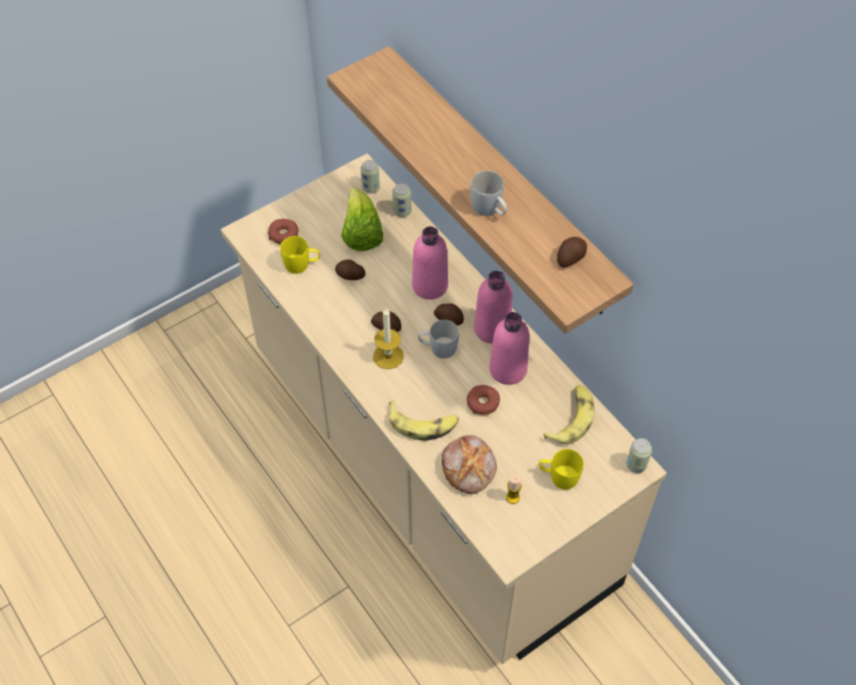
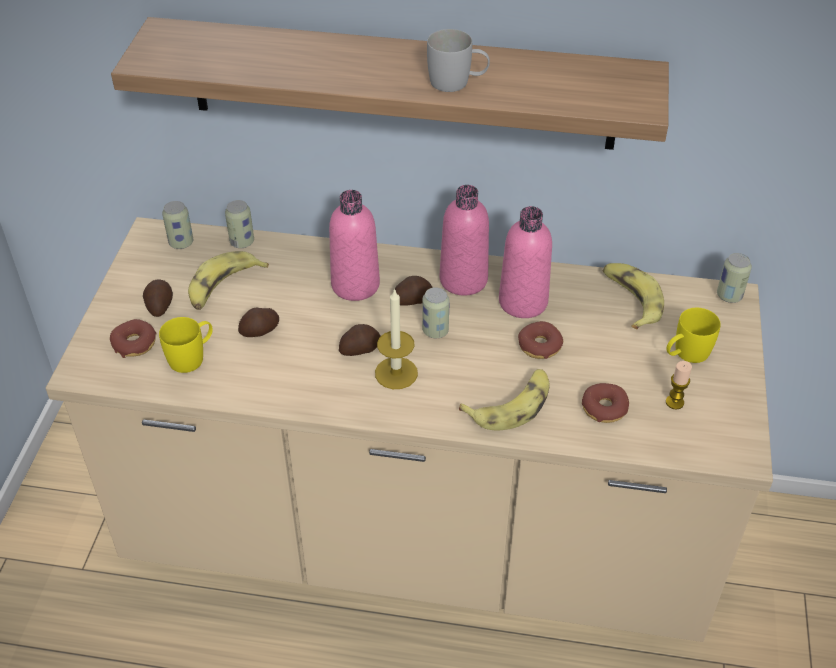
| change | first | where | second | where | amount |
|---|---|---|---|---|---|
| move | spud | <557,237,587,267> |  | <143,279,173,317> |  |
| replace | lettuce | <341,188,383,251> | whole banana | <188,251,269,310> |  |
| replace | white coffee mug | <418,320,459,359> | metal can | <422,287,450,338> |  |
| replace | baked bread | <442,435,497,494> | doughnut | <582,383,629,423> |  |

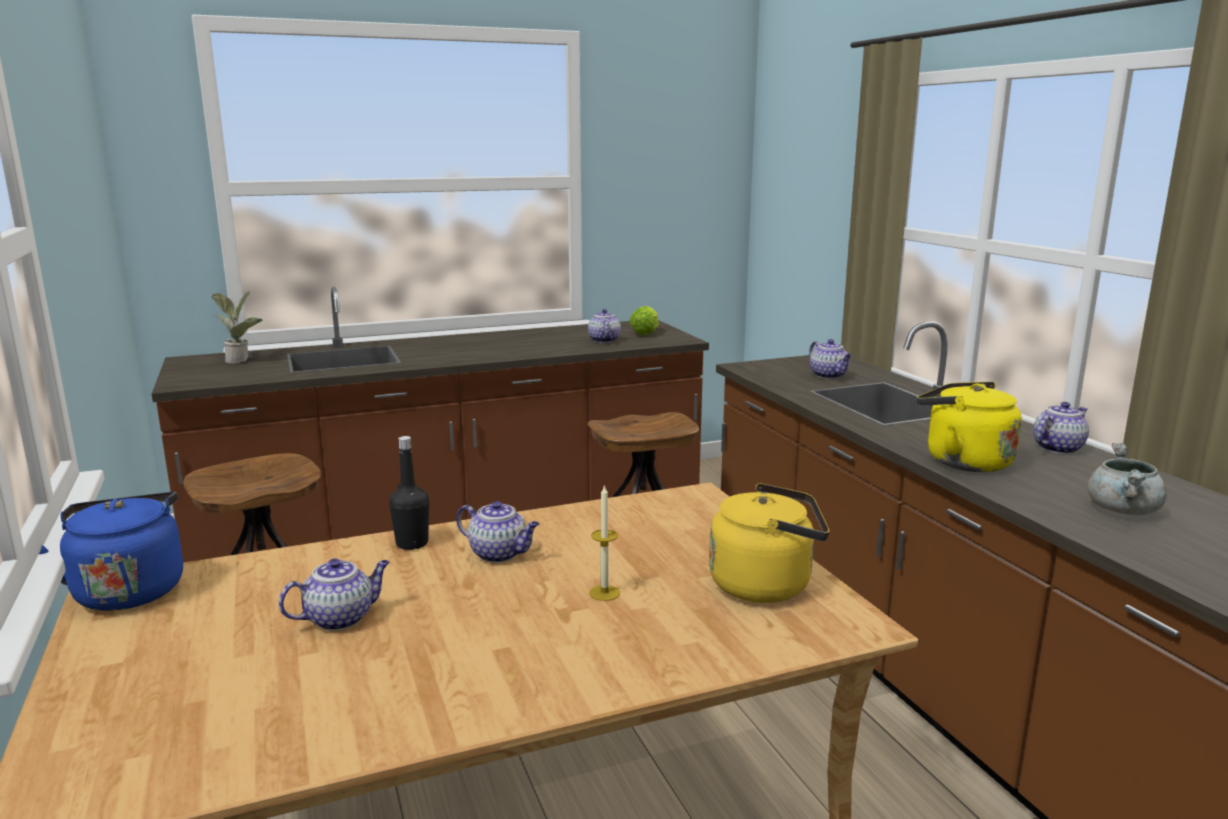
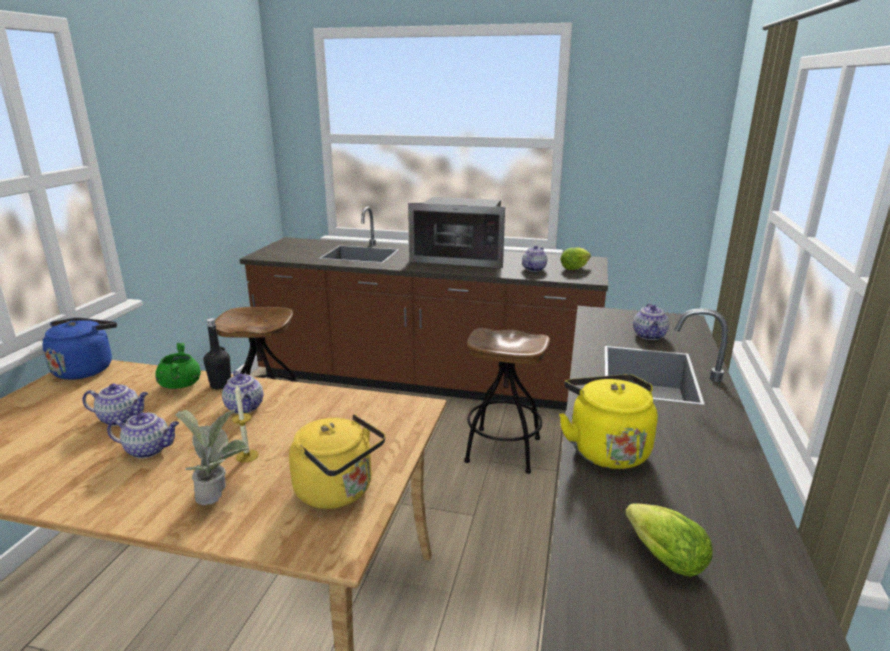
| change | first | where | second | where | amount |
|---|---|---|---|---|---|
| insert |  |  | greenish cooking pot | <155,343,201,389> |  |
| insert |  |  | microwave | <408,197,505,268> |  |
| move | potted plant | <210,291,262,364> |  | <175,409,249,506> |  |
| move | tea pot | <1033,402,1089,454> |  | <107,412,179,458> |  |
| replace | gray cooking pot | <1087,443,1167,515> | lettuce | <625,504,713,577> |  |

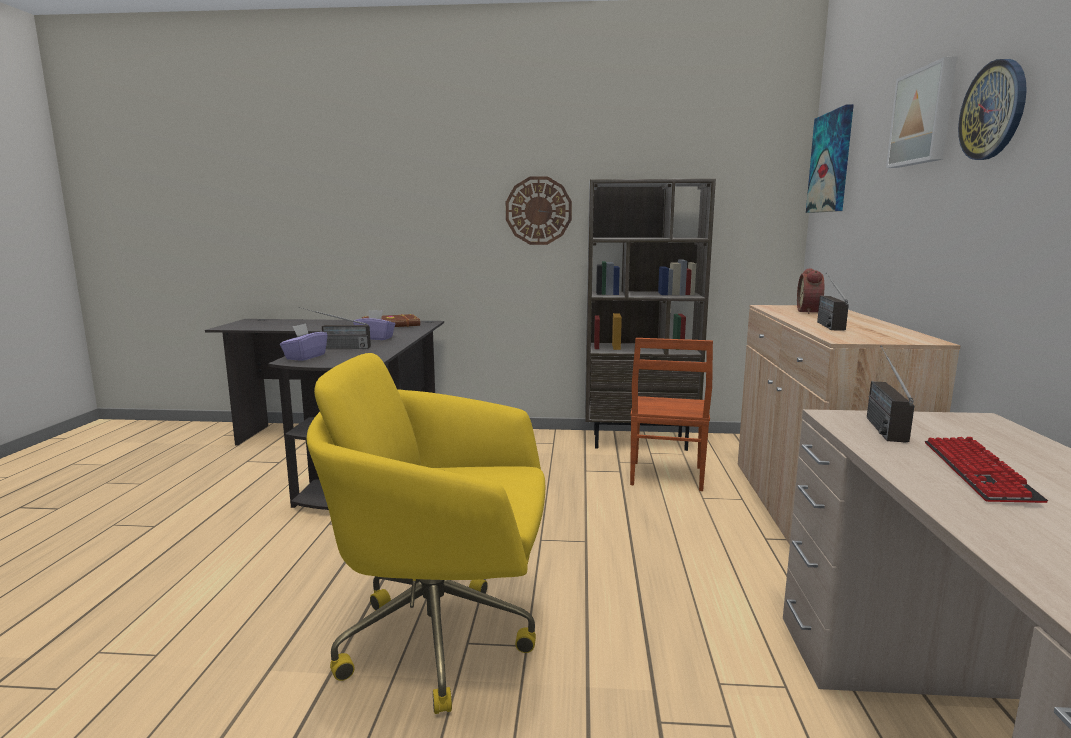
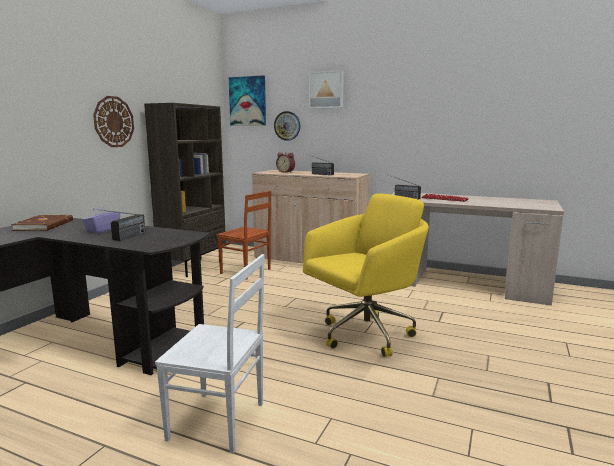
| change | first | where | second | where | amount |
|---|---|---|---|---|---|
| delete | purple tissue box | <280,323,327,361> |  |  |  |
| insert |  |  | white chair | <155,254,265,454> |  |
| move | wall clock | <958,59,1027,160> |  | <274,111,300,141> |  |
| rotate | yellowish desk chair | <307,353,545,714> |  | <303,193,429,357> | 150 degrees counterclockwise |

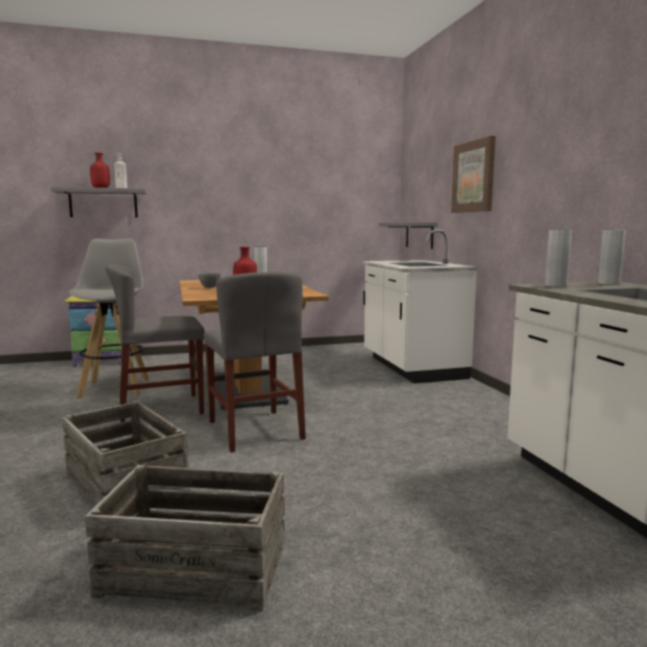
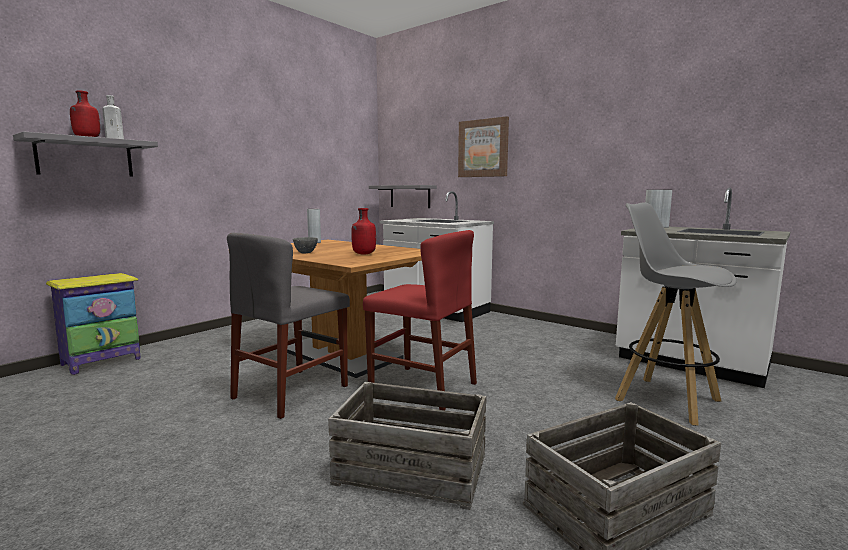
| change | first | where | second | where | amount |
|---|---|---|---|---|---|
| move | gray stool seat | <68,238,149,398> |  | <615,202,736,426> |  |
| recolor | gray chair | <204,272,306,452> | reddish chair | <363,230,477,410> |  |

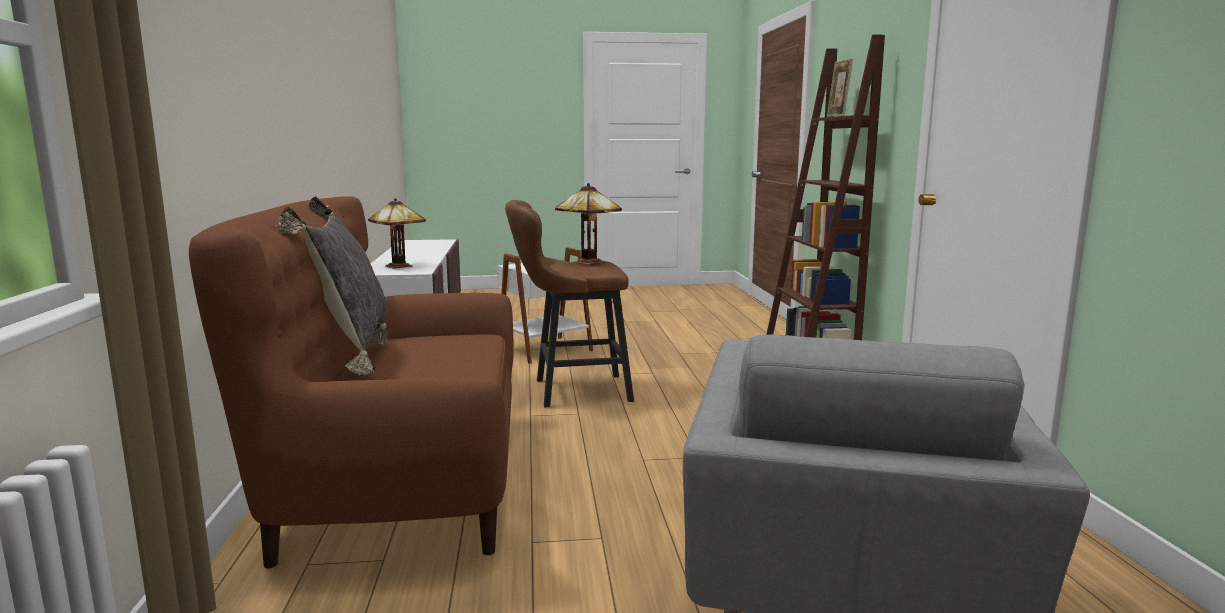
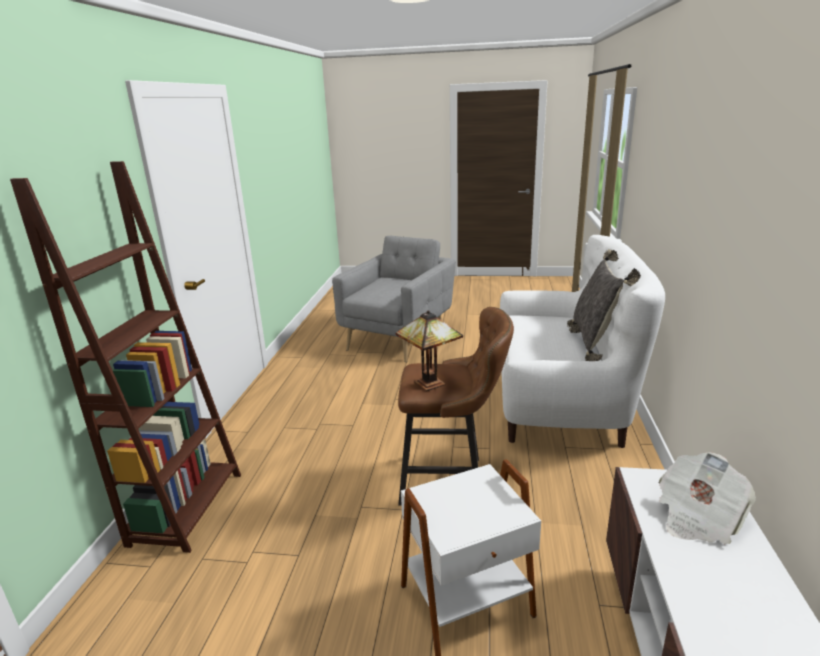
| change | first | where | second | where | amount |
|---|---|---|---|---|---|
| delete | standing frame | <826,59,853,117> |  |  |  |
| replace | lamp for a table | <368,198,426,269> | newspaper | <659,452,756,544> |  |
| recolor | brownish settee | <189,196,514,569> | white settee | <500,235,665,448> |  |

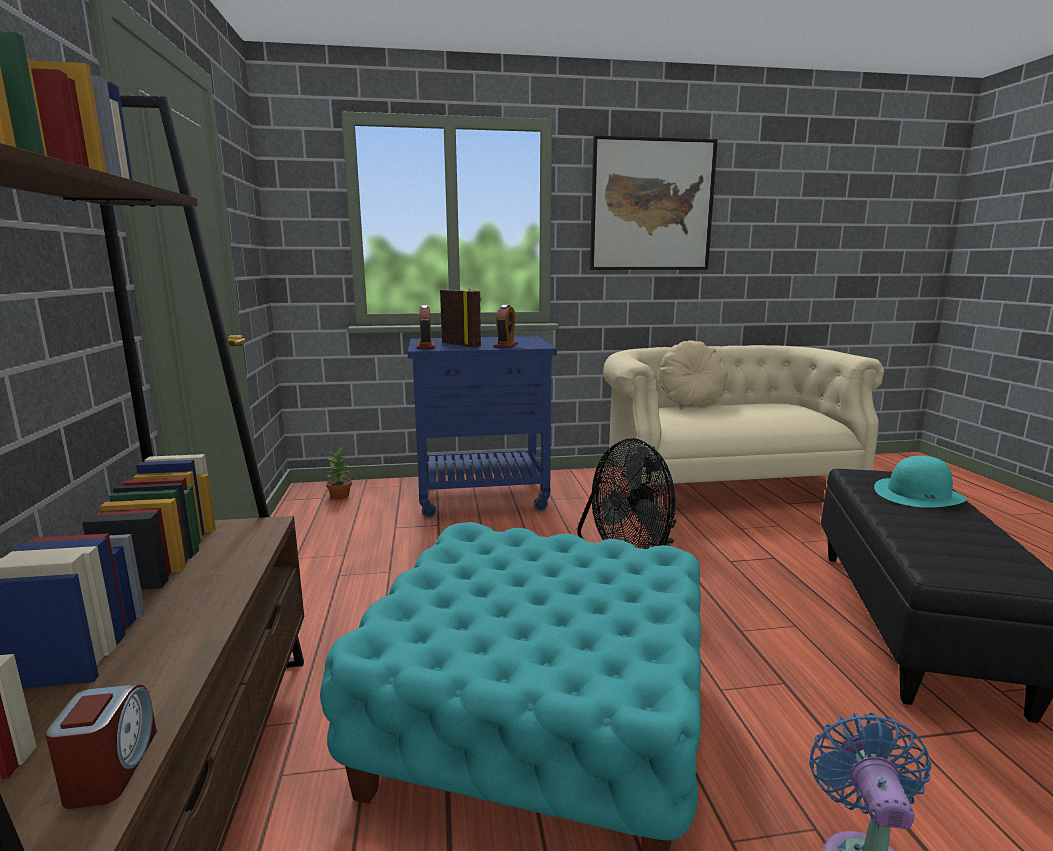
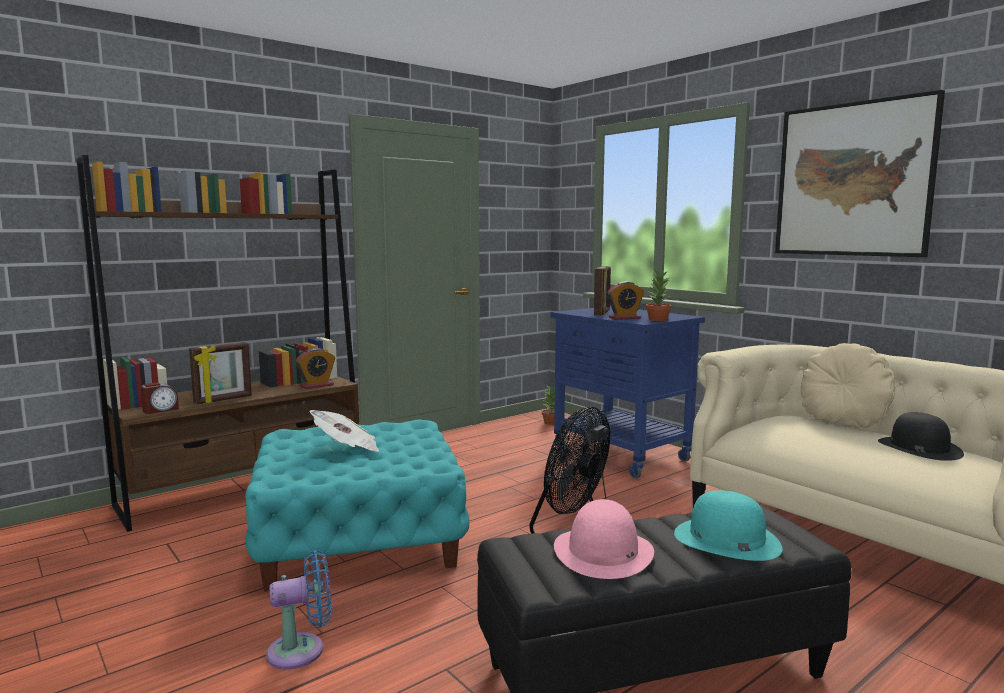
| change | first | where | second | where | amount |
|---|---|---|---|---|---|
| insert |  |  | standing frame | <189,342,252,404> |  |
| insert |  |  | newspaper | <309,410,379,452> |  |
| insert |  |  | pink-coloured clothing hat | <554,499,654,579> |  |
| insert |  |  | potted plant | <646,269,672,321> |  |
| insert |  |  | blackish clothing hat | <878,412,964,461> |  |
| move | table clock | <417,305,435,349> |  | <295,348,335,389> |  |

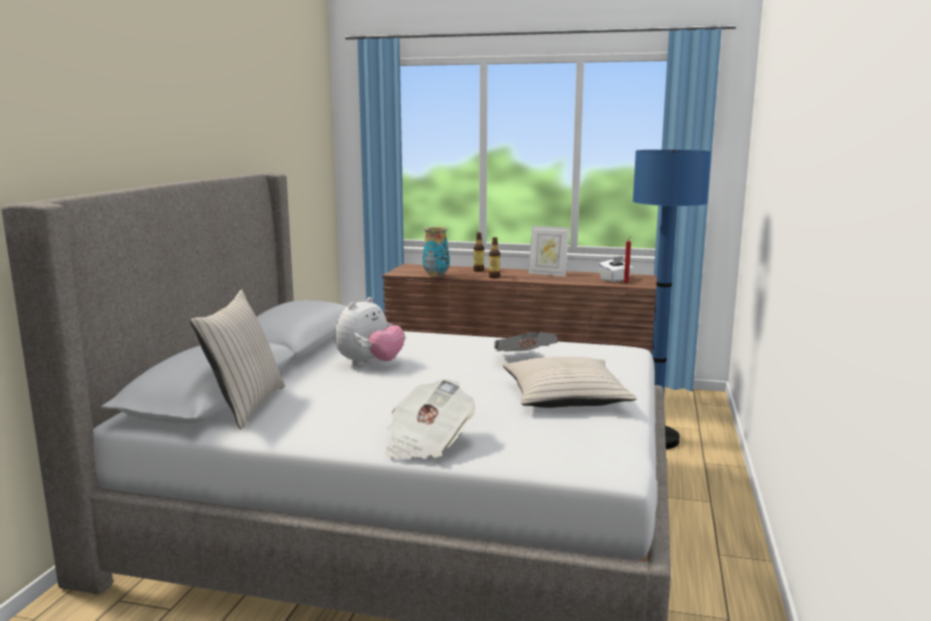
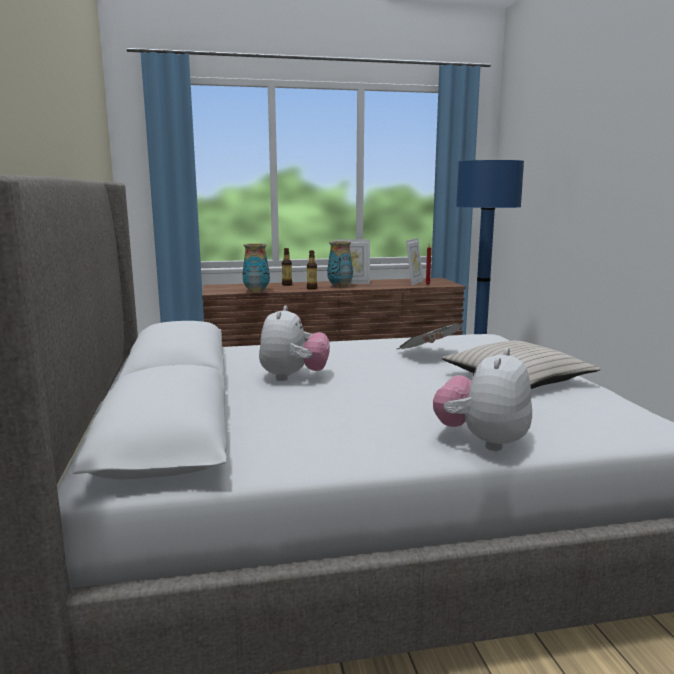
| change | first | where | second | where | amount |
|---|---|---|---|---|---|
| delete | beige cushion | <190,290,285,429> |  |  |  |
| insert |  |  | decorative vase | <327,241,353,288> |  |
| replace | newspaper | <385,379,475,459> | soft toy | <433,348,532,451> |  |
| replace | white tissue box | <599,256,633,282> | standing frame | <406,238,423,285> |  |

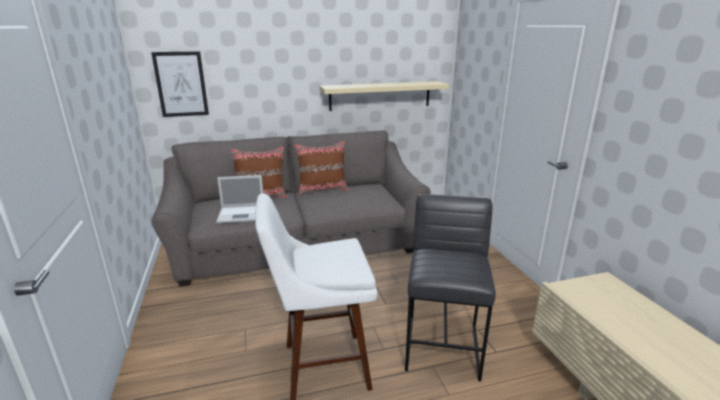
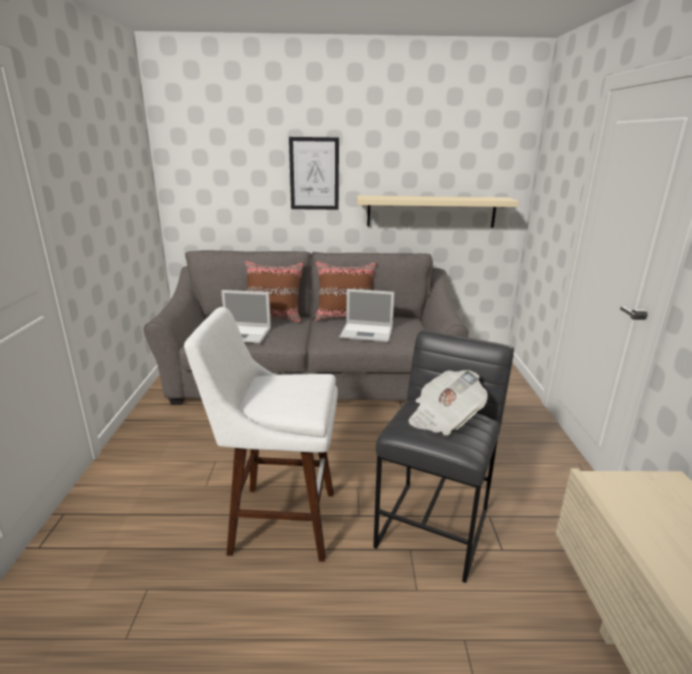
| change | first | where | second | where | amount |
|---|---|---|---|---|---|
| insert |  |  | laptop | <339,289,394,342> |  |
| insert |  |  | newspaper | <409,370,488,435> |  |
| move | wall art | <151,51,209,117> |  | <289,137,339,210> |  |

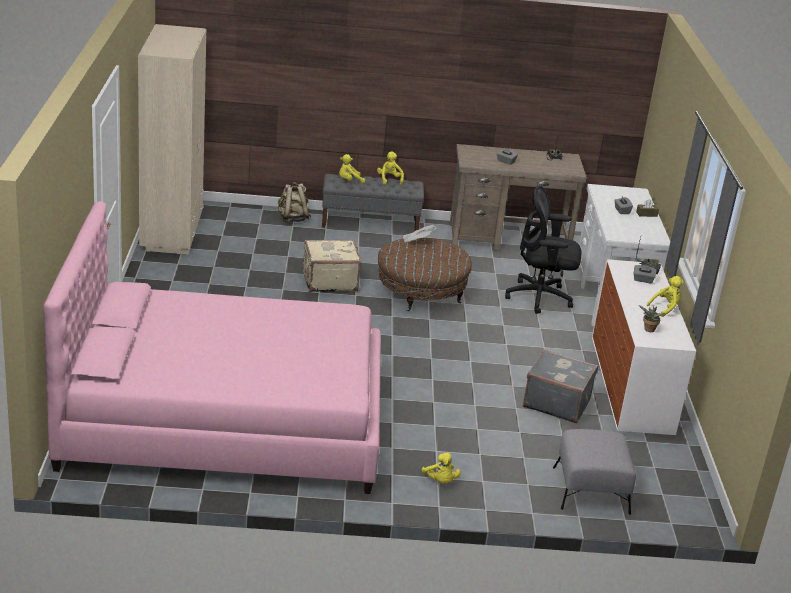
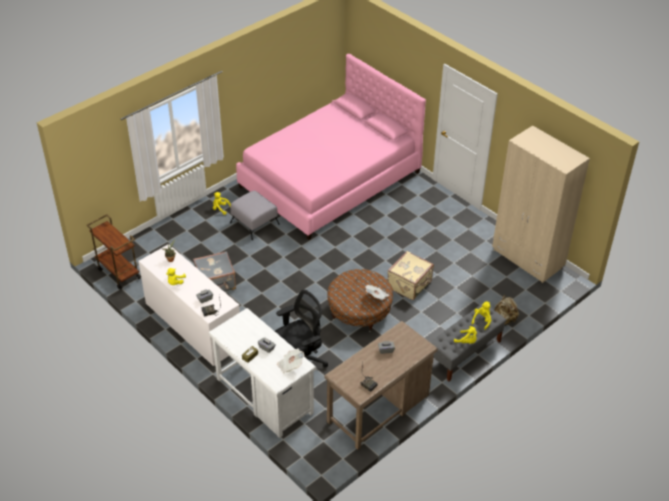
| change | first | where | second | where | amount |
|---|---|---|---|---|---|
| insert |  |  | brownish cart | <87,214,141,290> |  |
| insert |  |  | newspaper | <277,348,305,373> |  |
| move | gray pouffe | <553,429,636,515> |  | <230,191,280,241> |  |

